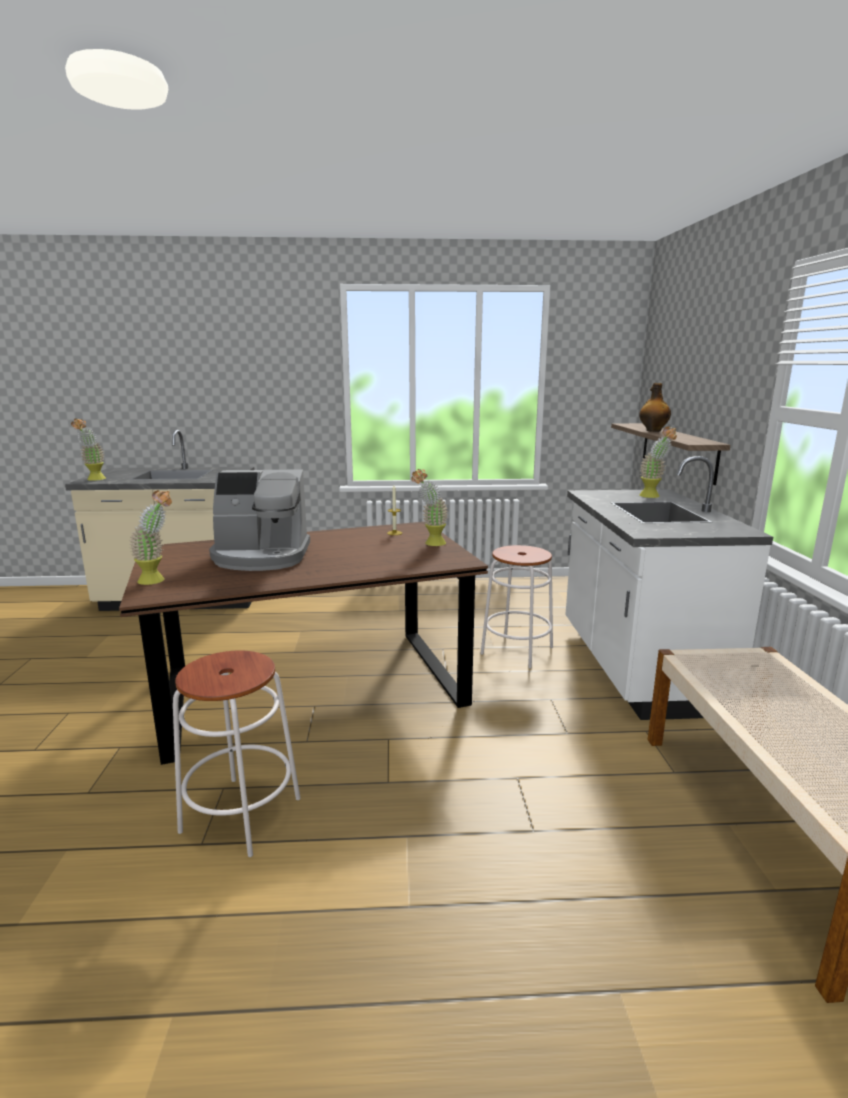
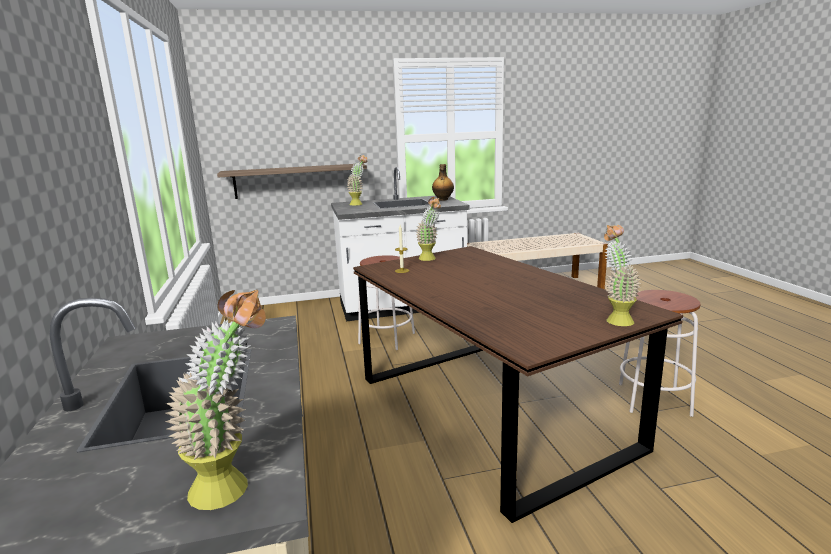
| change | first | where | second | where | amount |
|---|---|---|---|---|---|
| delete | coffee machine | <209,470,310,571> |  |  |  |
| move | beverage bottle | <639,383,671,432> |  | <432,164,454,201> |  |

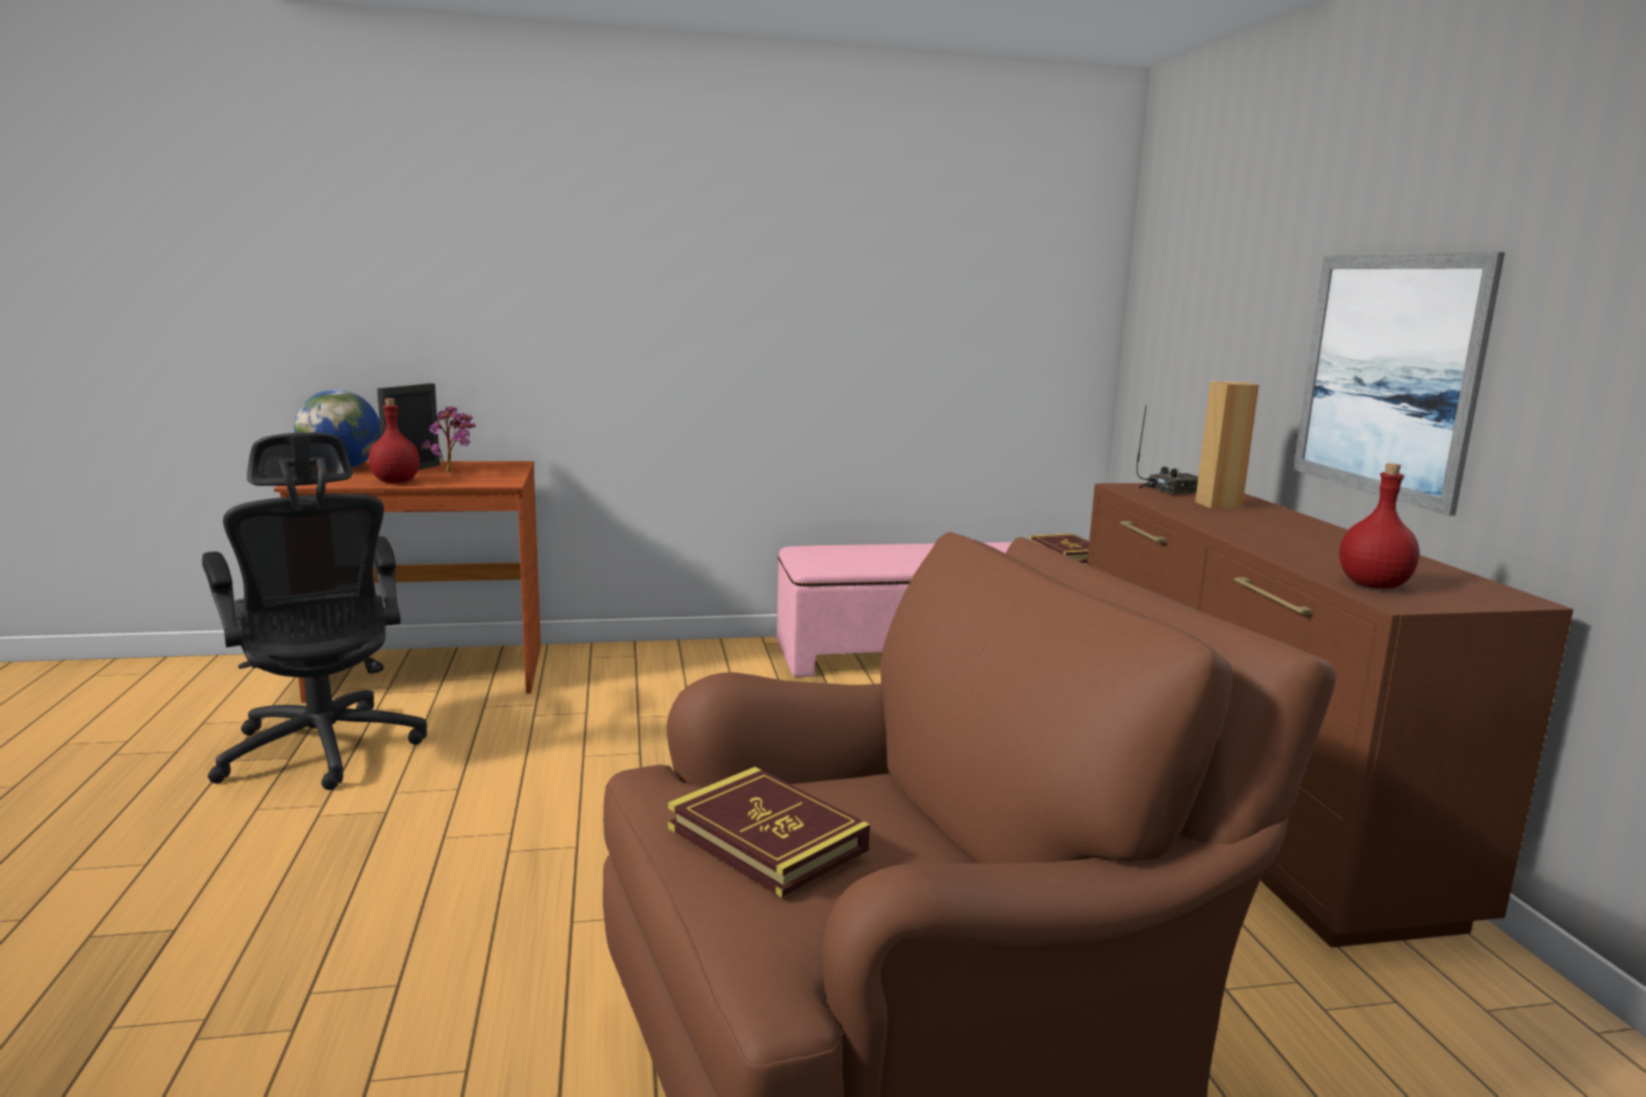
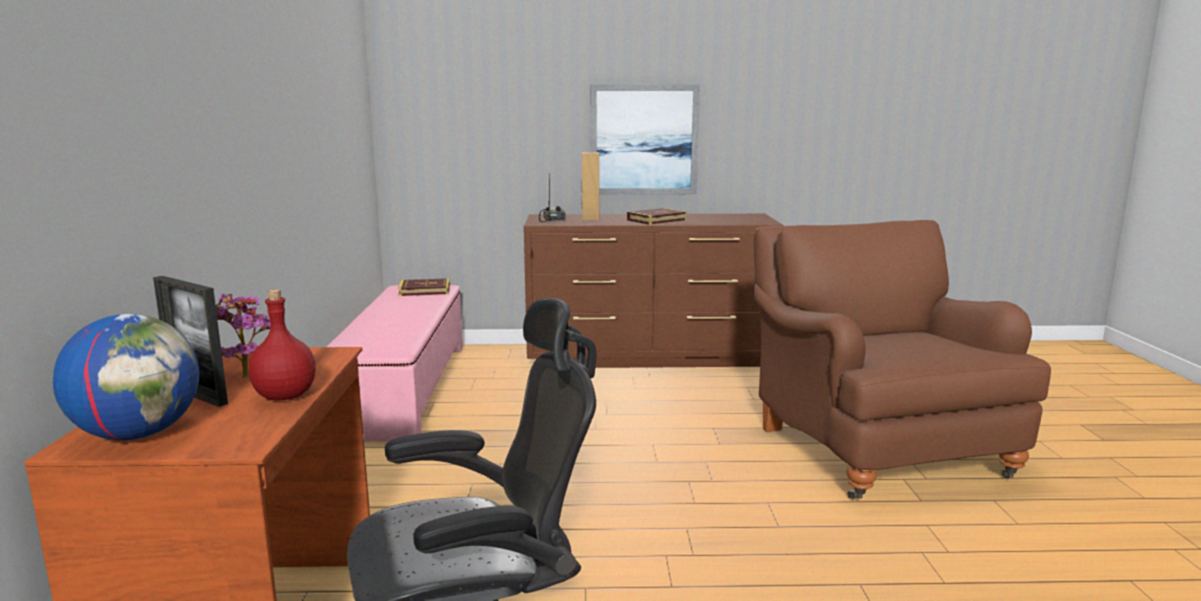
| change | first | where | second | where | amount |
|---|---|---|---|---|---|
| delete | reddish beverage bottle | <1339,463,1420,589> |  |  |  |
| move | book | <668,767,870,898> |  | <627,208,687,225> |  |

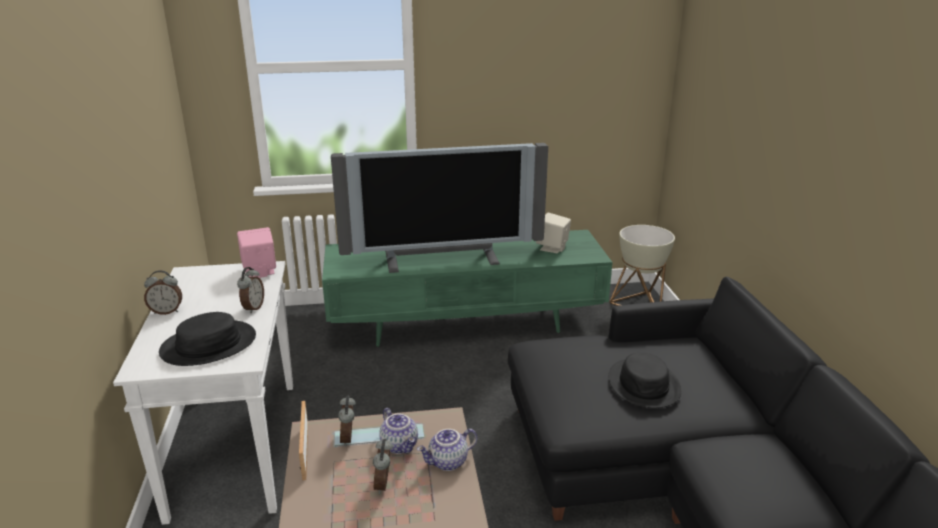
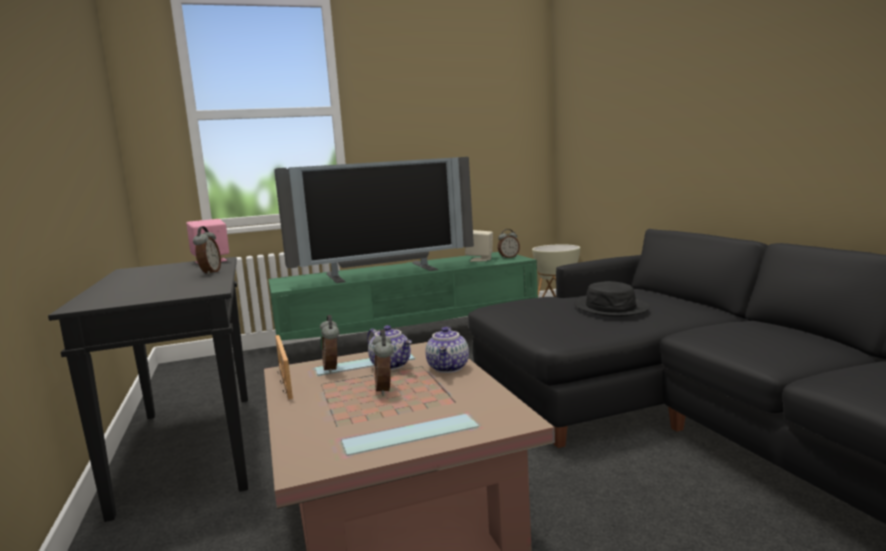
| change | first | where | second | where | amount |
|---|---|---|---|---|---|
| delete | blackish clothing hat | <159,312,256,366> |  |  |  |
| move | table clock | <144,270,182,315> |  | <498,229,520,259> |  |
| recolor | white hall table | <113,261,293,525> | blackish hall table | <48,257,248,522> |  |
| rotate | tea pot | <417,429,477,471> |  | <425,327,469,373> | 45 degrees counterclockwise |

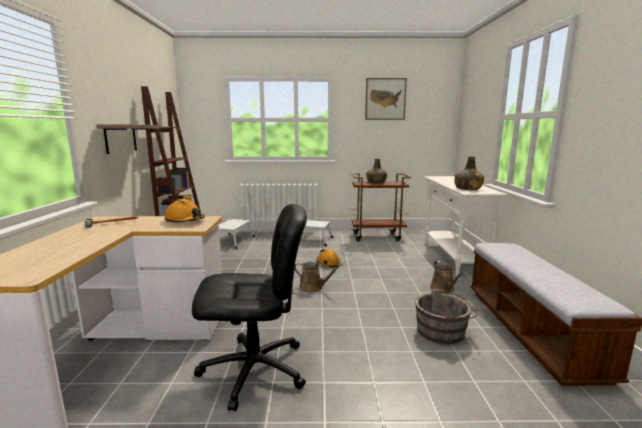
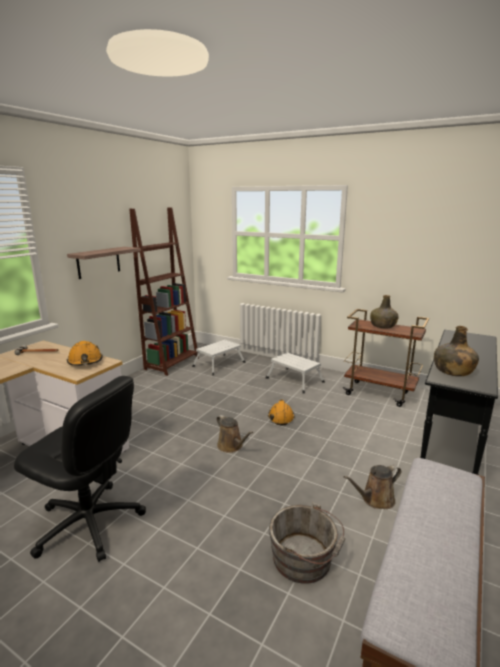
| change | first | where | second | where | amount |
|---|---|---|---|---|---|
| delete | wall art | <365,78,407,120> |  |  |  |
| recolor | white hall table | <424,176,507,277> | blackish hall table | <420,330,498,475> |  |
| rotate | brownish watering can | <430,261,463,294> |  | <344,465,401,509> | 45 degrees clockwise |

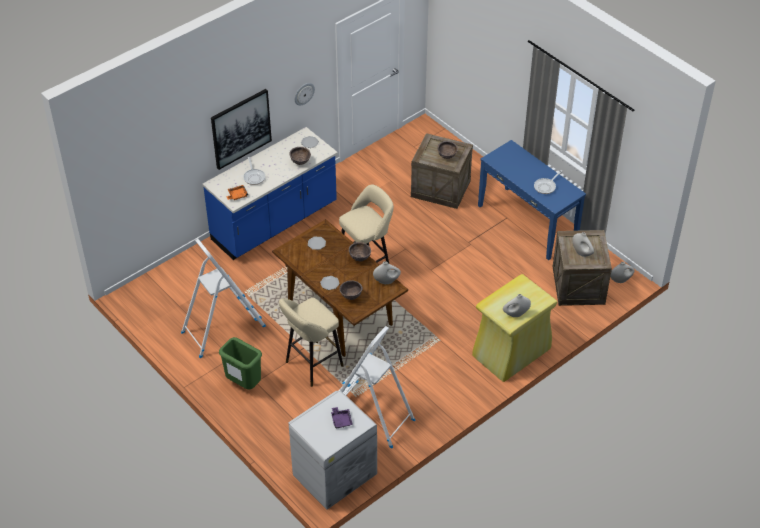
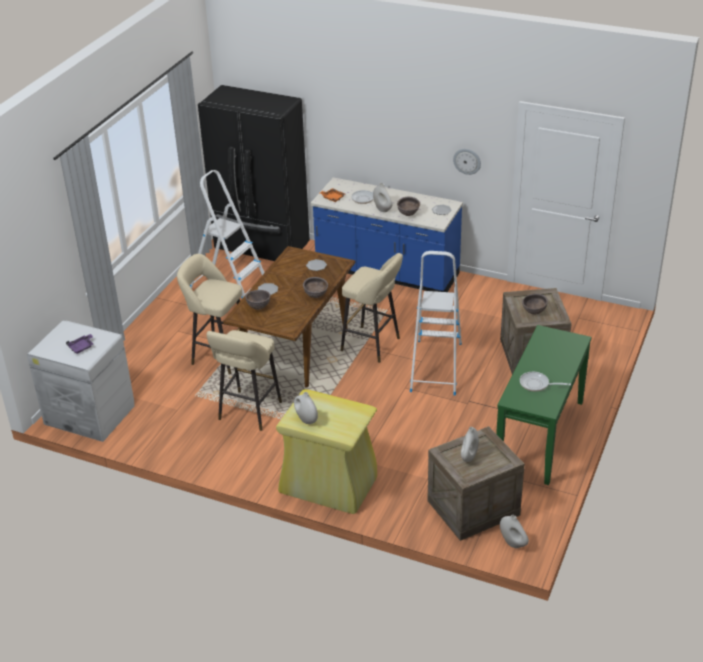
| change | first | where | second | where | amount |
|---|---|---|---|---|---|
| delete | wall art | <211,89,272,170> |  |  |  |
| delete | greenish rubbish bin | <219,337,262,390> |  |  |  |
| insert |  |  | blackish refrigerator | <198,85,310,261> |  |
| insert |  |  | beige stool seat | <206,330,282,431> |  |
| move | white step ladder | <339,326,415,448> |  | <410,251,462,395> |  |
| move | white decorative vase | <373,261,401,284> |  | <373,183,393,212> |  |
| recolor | blue hall table | <478,140,586,260> | greenish hall table | <496,325,592,485> |  |

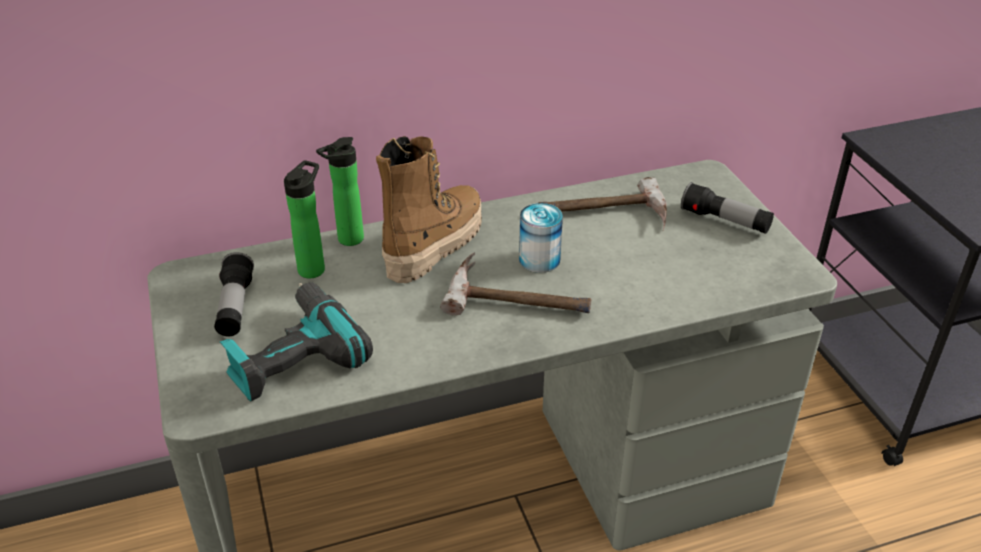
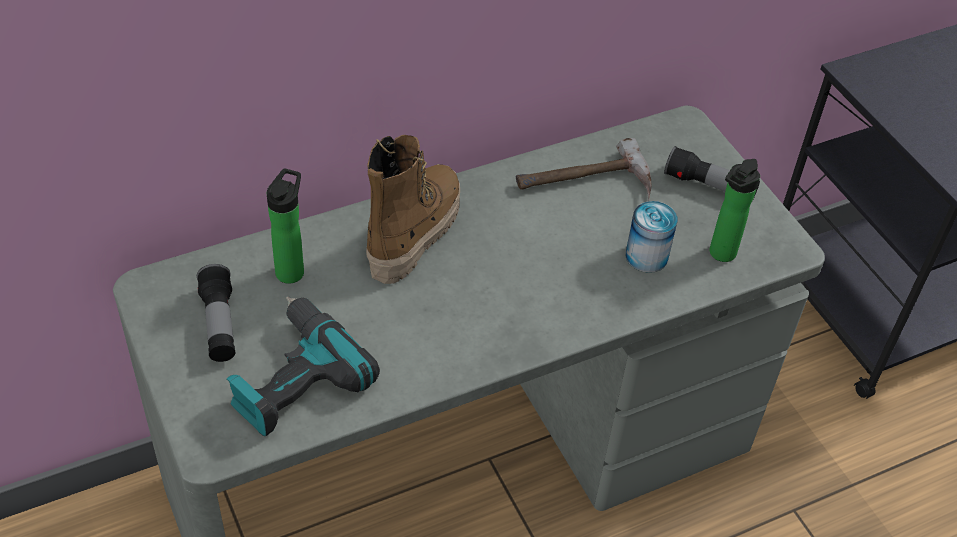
| change | first | where | second | where | amount |
|---|---|---|---|---|---|
| delete | hand hammer | <440,252,591,315> |  |  |  |
| move | beverage bottle | <316,137,364,246> |  | <710,159,760,262> |  |
| move | metal can | <519,203,563,273> |  | <626,201,677,273> |  |

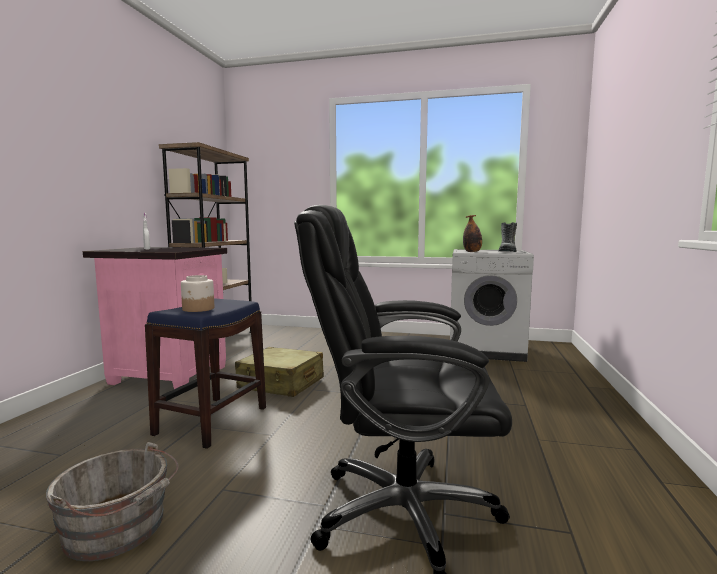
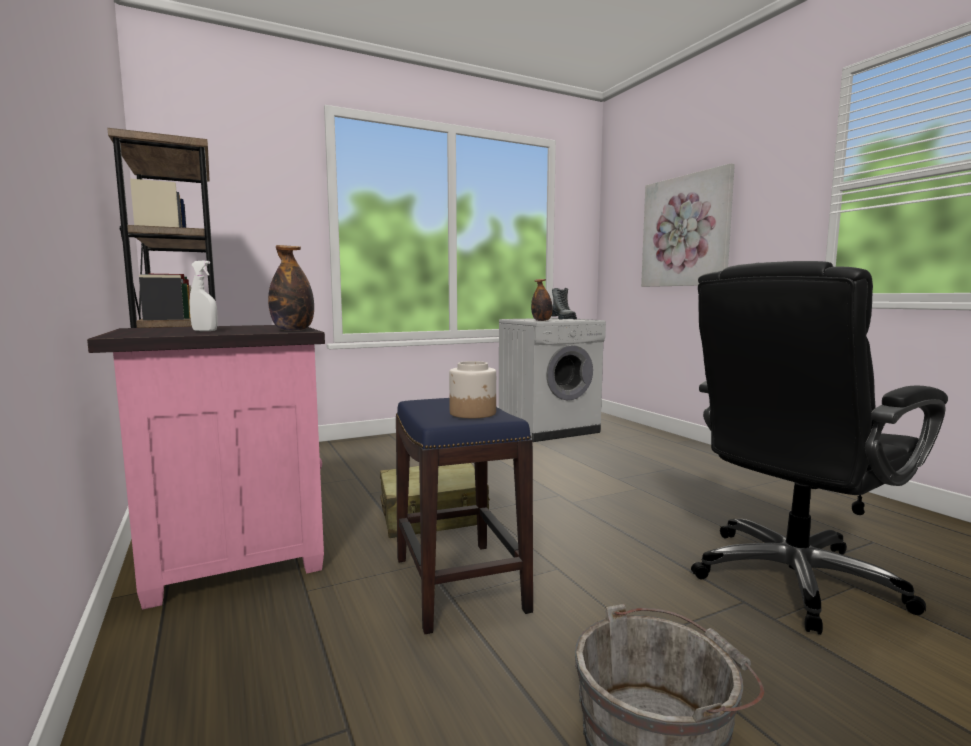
| change | first | where | second | where | amount |
|---|---|---|---|---|---|
| insert |  |  | beverage bottle | <268,245,314,331> |  |
| insert |  |  | wall art | <641,163,735,287> |  |

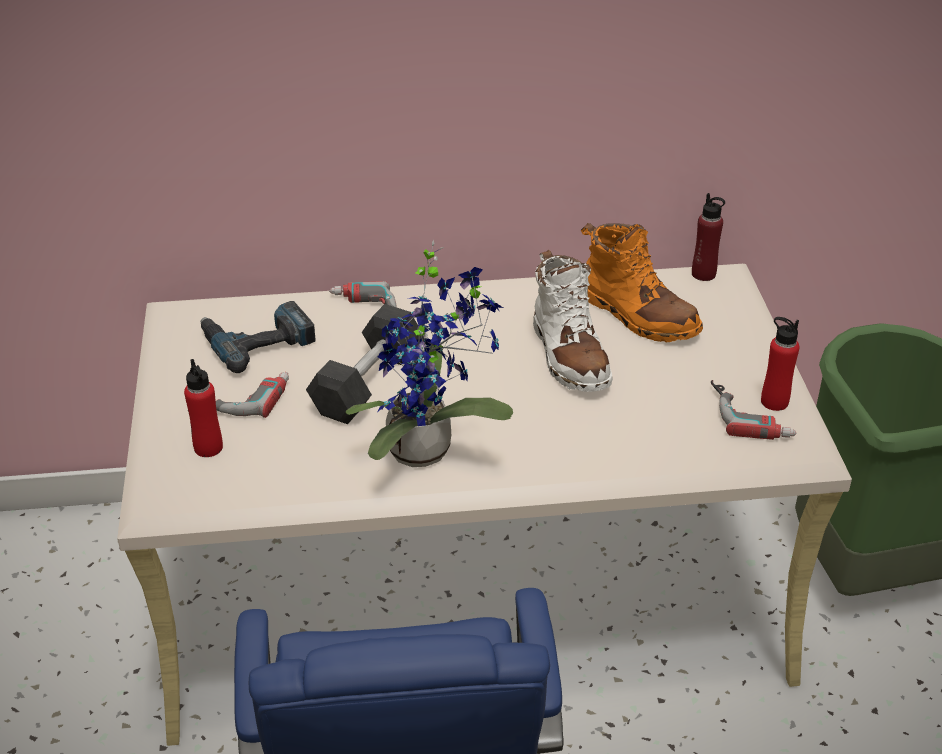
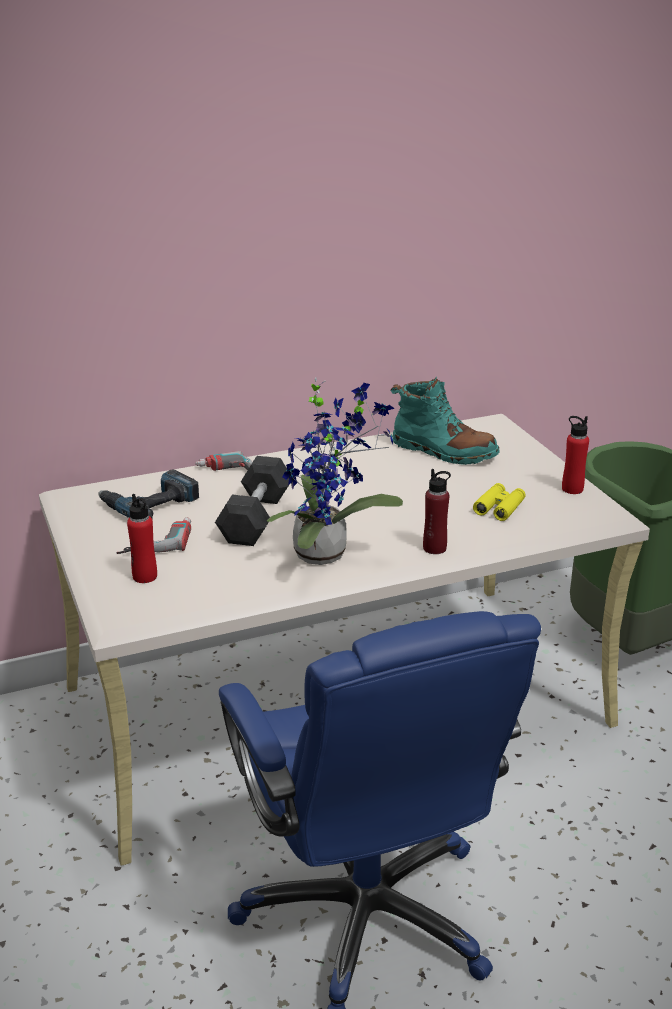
| change | first | where | second | where | amount |
|---|---|---|---|---|---|
| delete | white boot | <533,250,613,392> |  |  |  |
| delete | power drill | <711,380,796,440> |  |  |  |
| insert |  |  | yellowish pair of binoculars | <473,483,526,521> |  |
| move | reddish beverage bottle | <692,193,725,281> |  | <423,469,451,554> |  |
| recolor | orangey boot | <581,223,703,342> | turquoise boot | <390,377,500,465> |  |

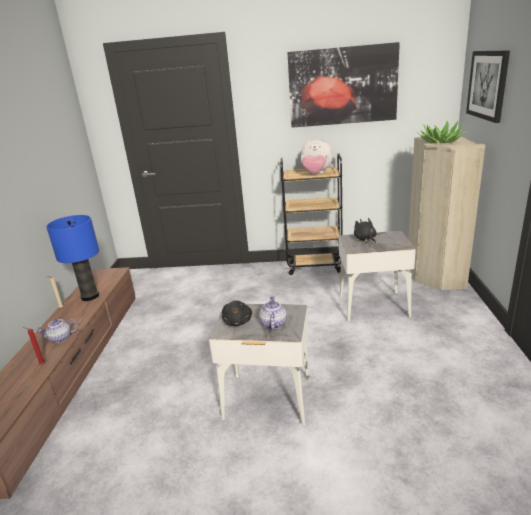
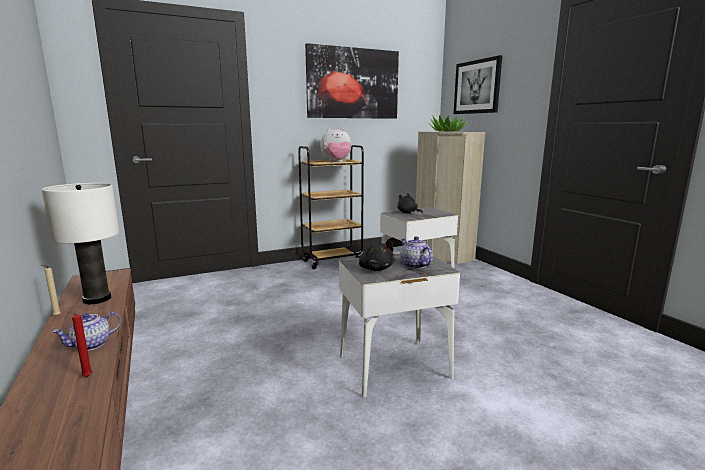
| change | first | where | second | where | amount |
|---|---|---|---|---|---|
| recolor | blue lamp for a table | <46,215,99,301> | white lamp for a table | <42,183,119,304> |  |

